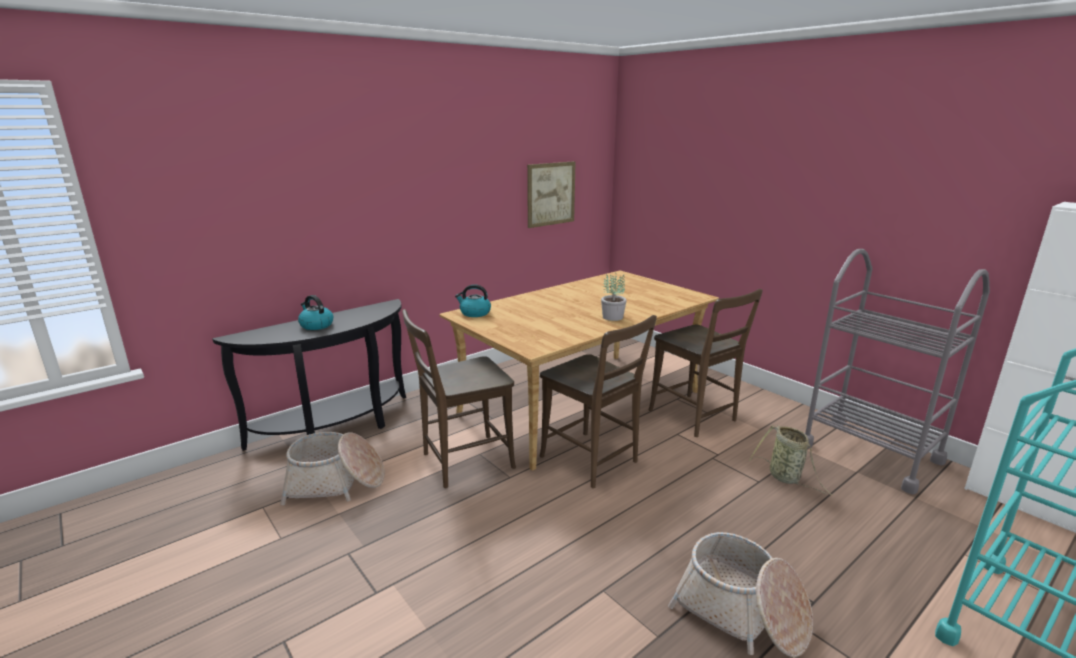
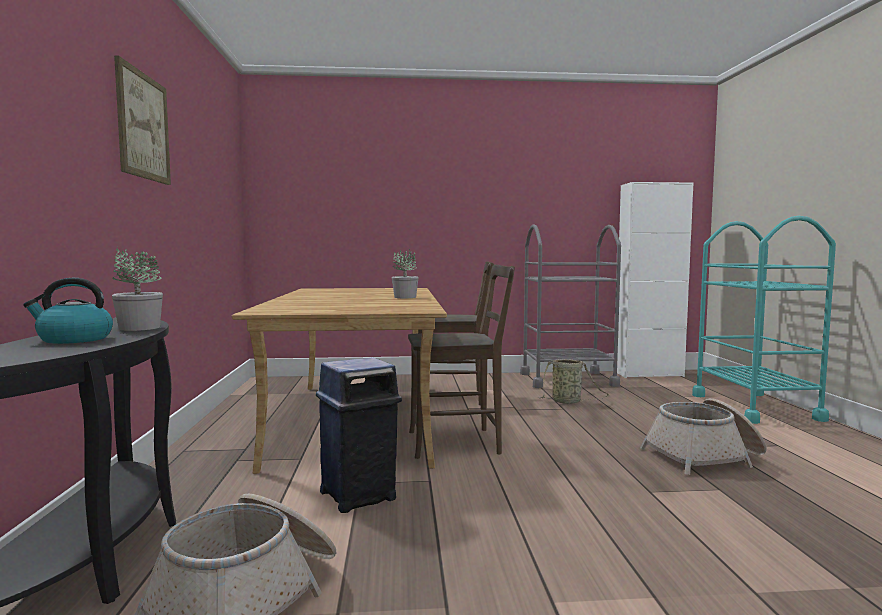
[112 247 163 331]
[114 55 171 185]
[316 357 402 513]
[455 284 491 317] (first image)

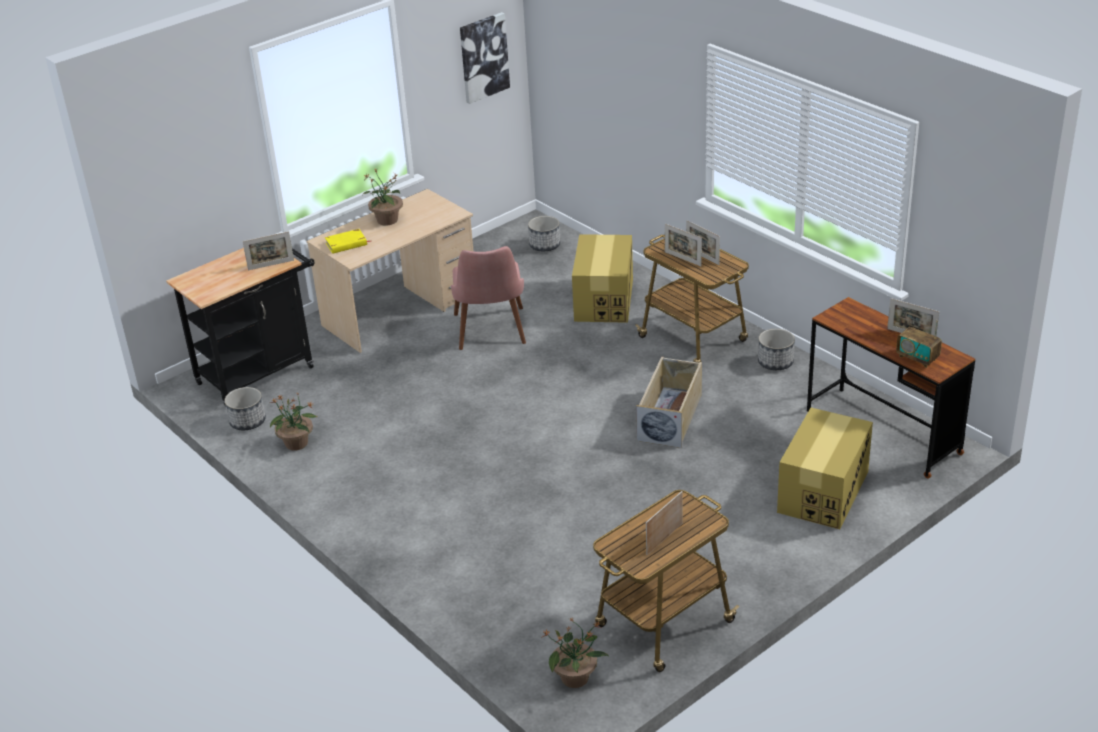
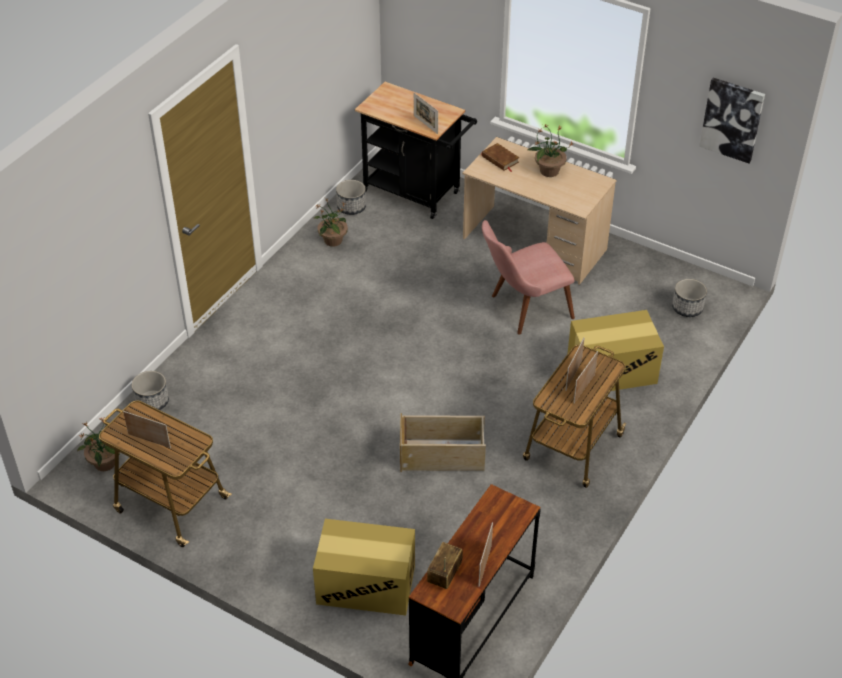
[132 371 169 410]
[482 143 519 172]

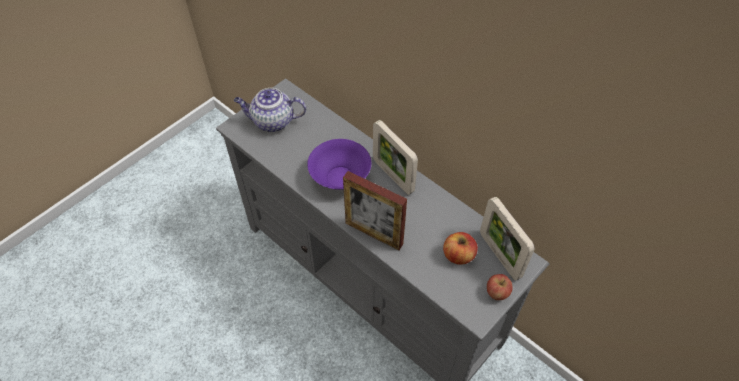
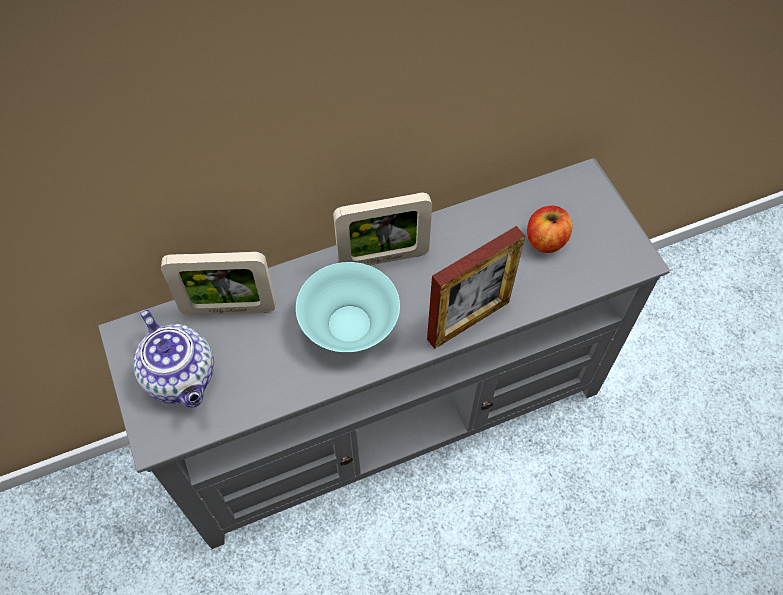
[134 309 214 408]
[161 252 275 315]
[296 262 400 352]
[487 274 513 300] (first image)

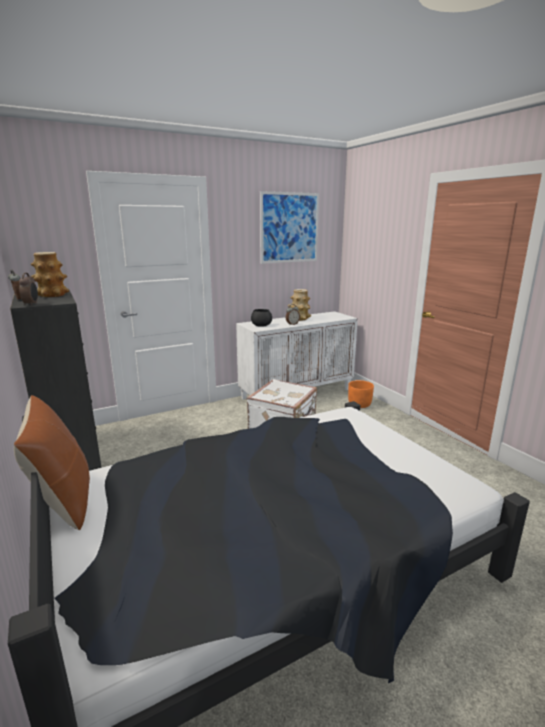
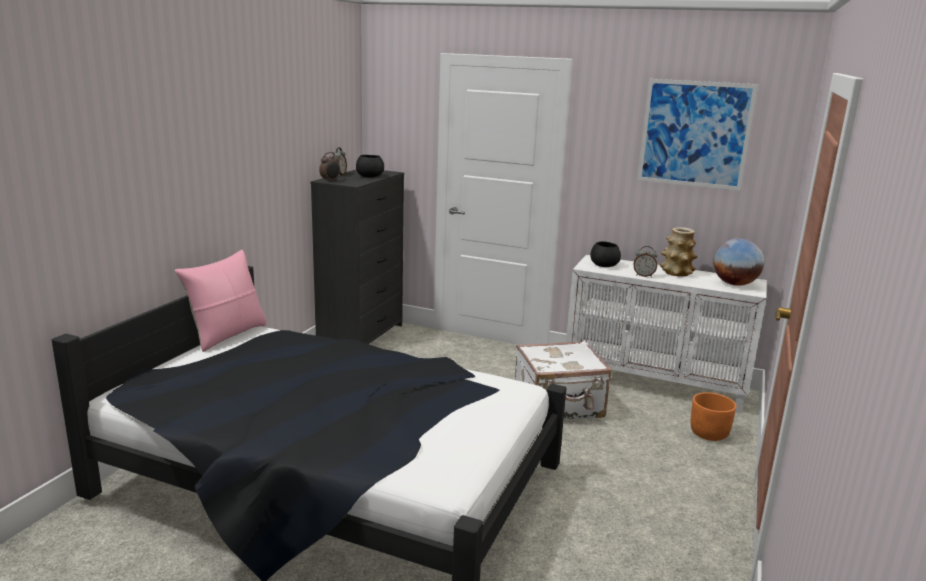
[175 250 267 352]
[356 155 384 178]
[713 238 764 286]

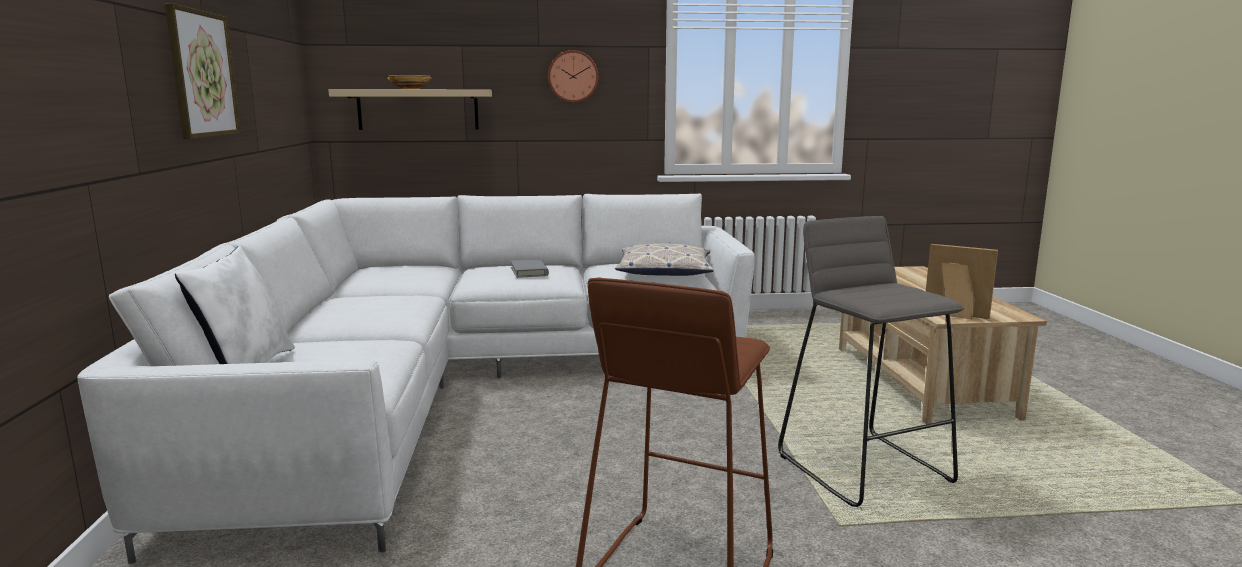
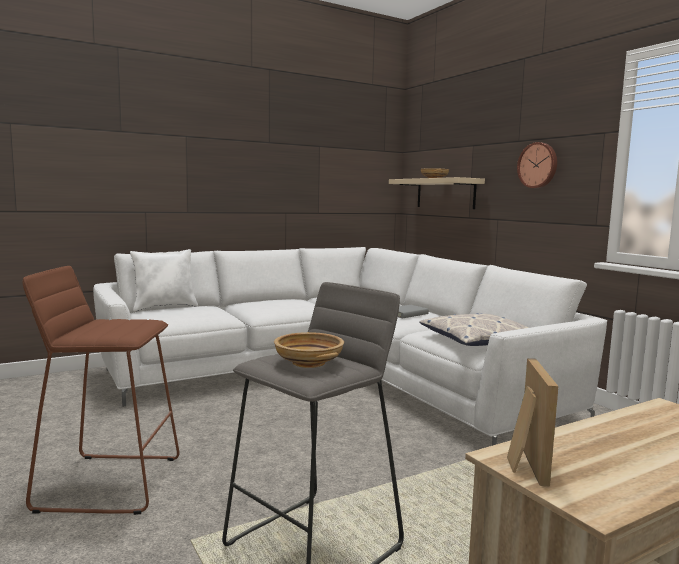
[274 332 344 368]
[165 3 241 139] (first image)

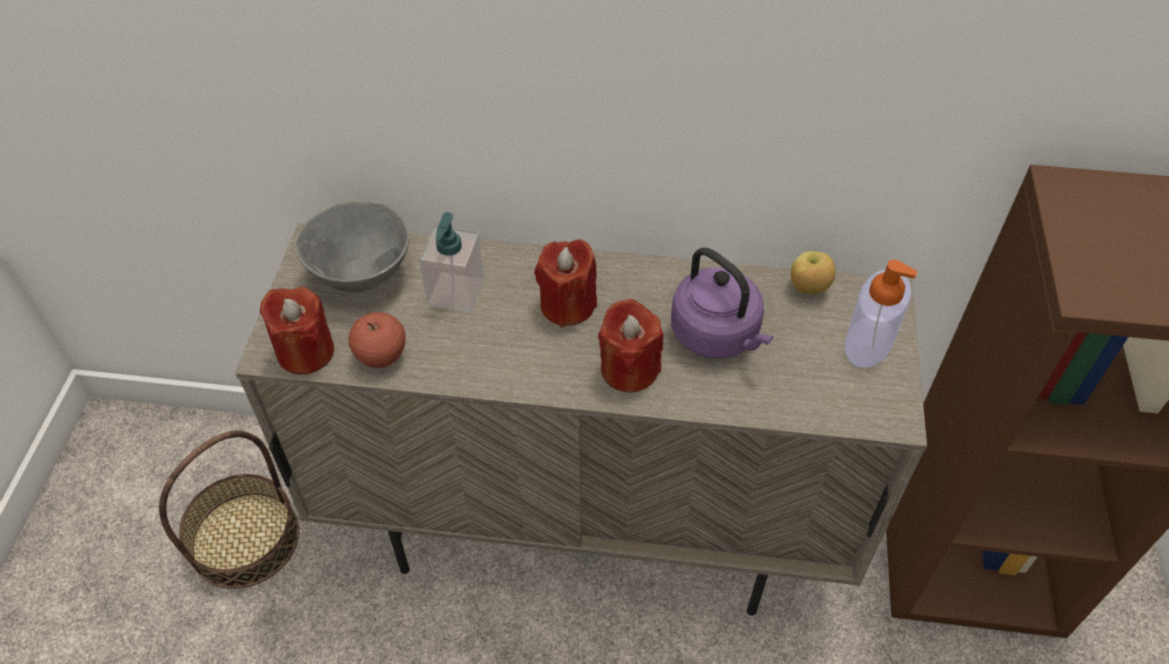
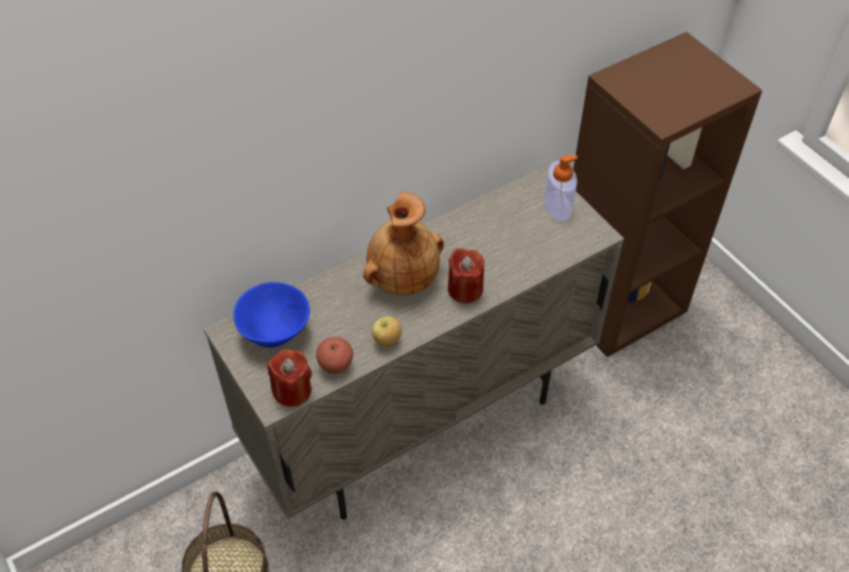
[233 282 310 348]
[363 192 444 295]
[372 316 402 347]
[419 212 484 313] (first image)
[671 247 773 359] (first image)

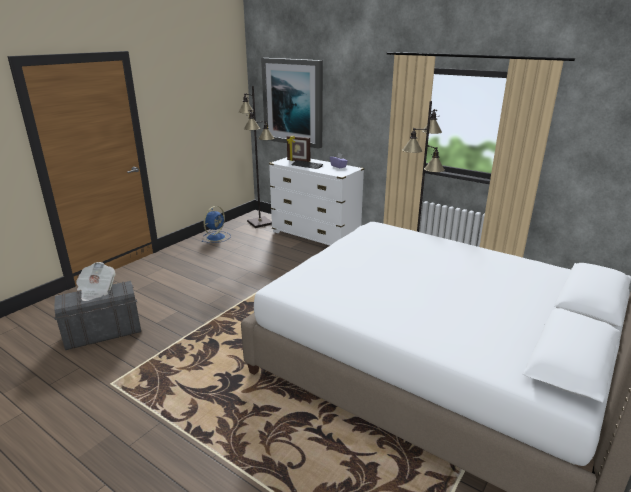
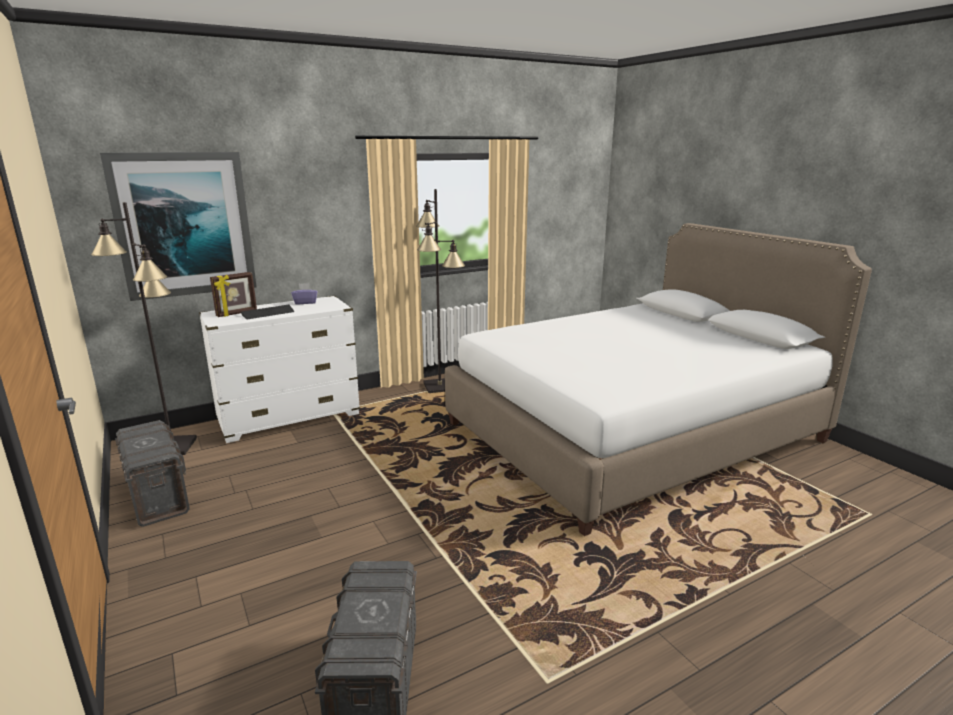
[115 420 190 527]
[76 262 116 301] (first image)

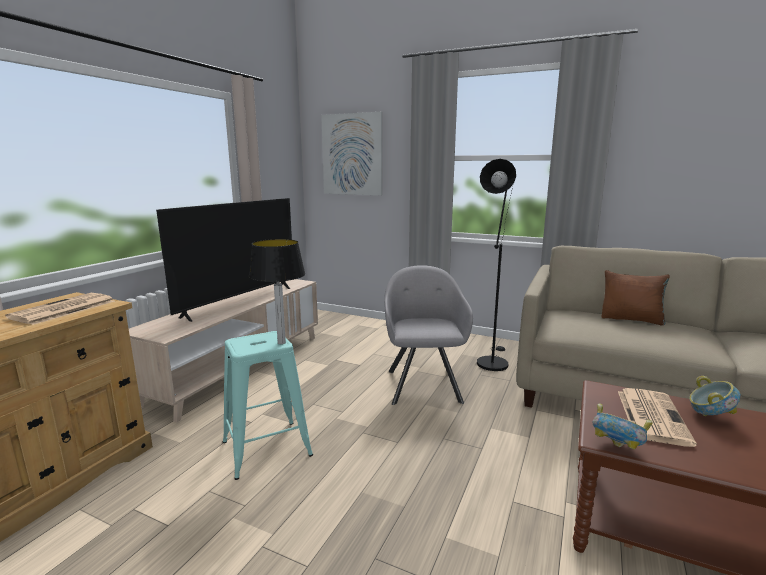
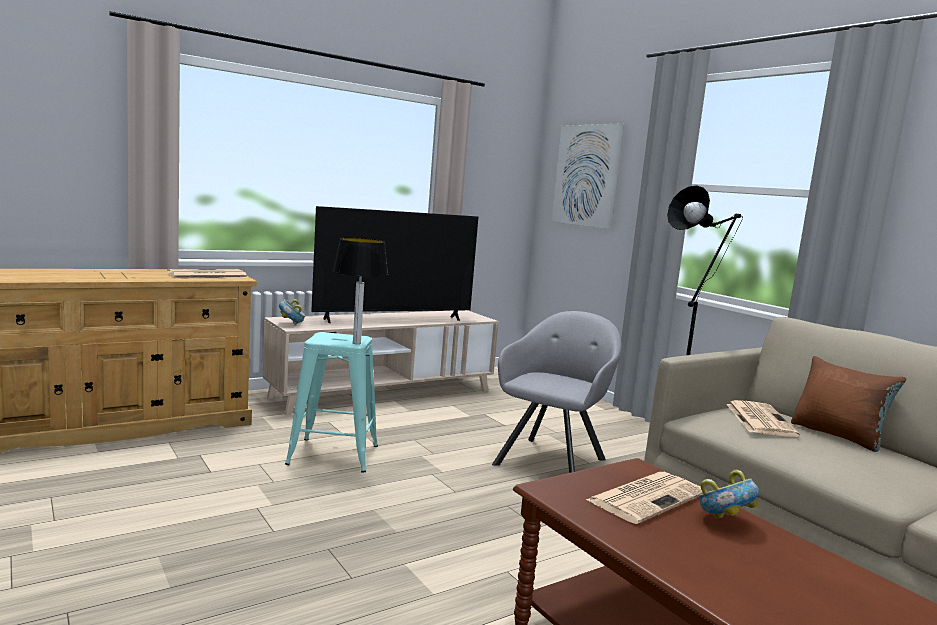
[279 299 305 325]
[726 400 800 437]

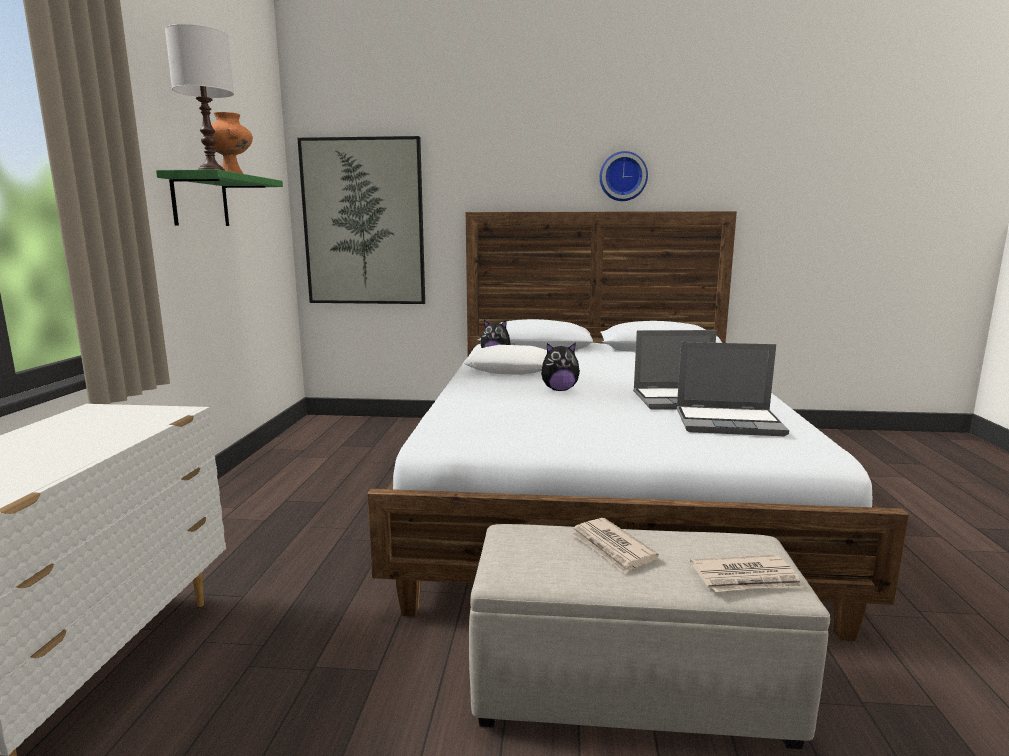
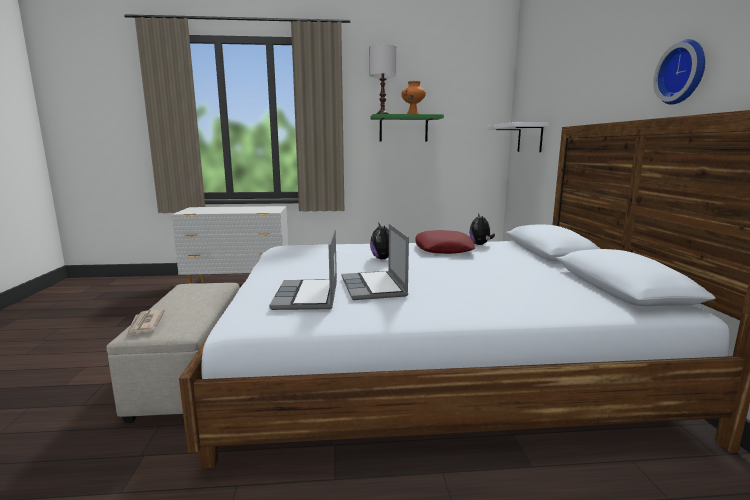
[416 230 475 254]
[487 122 549 152]
[570 518 659 574] (first image)

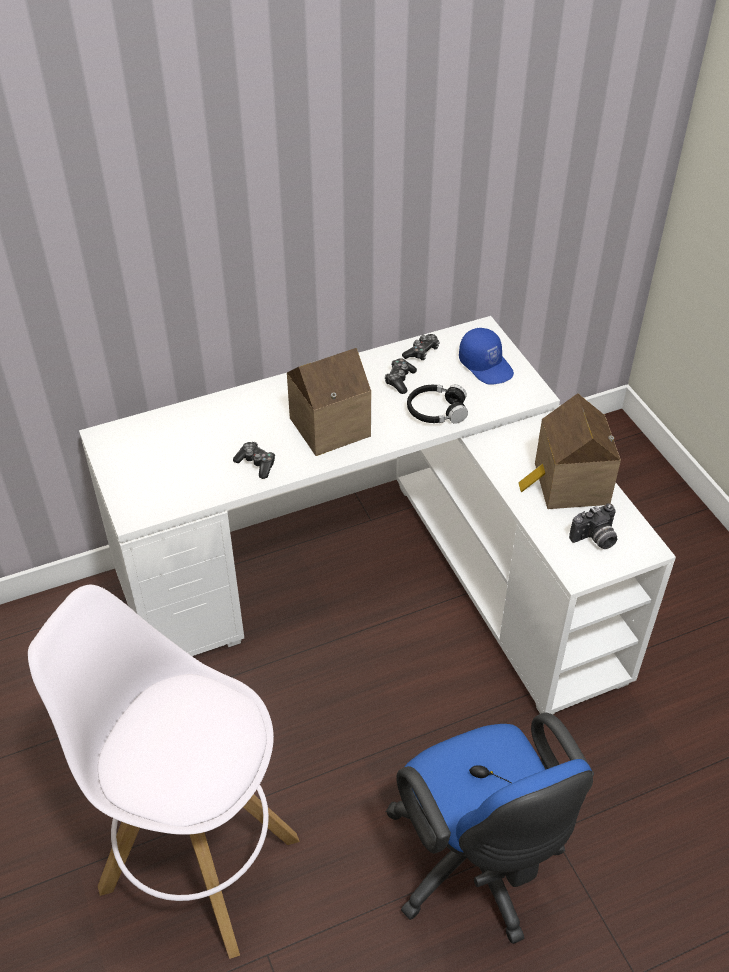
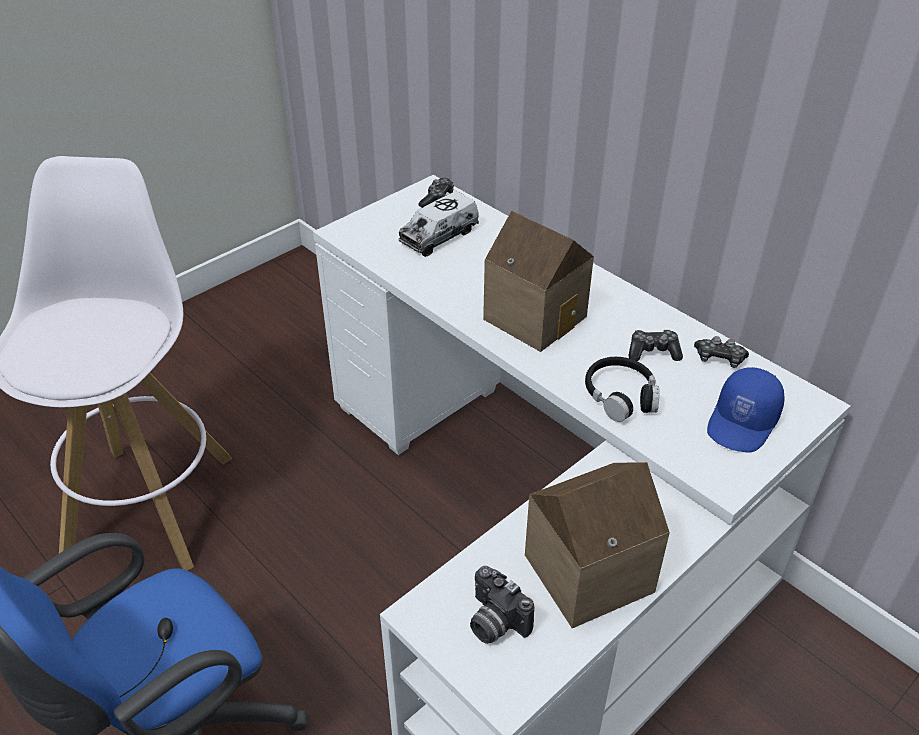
[398 191 479 257]
[418 178 454 208]

